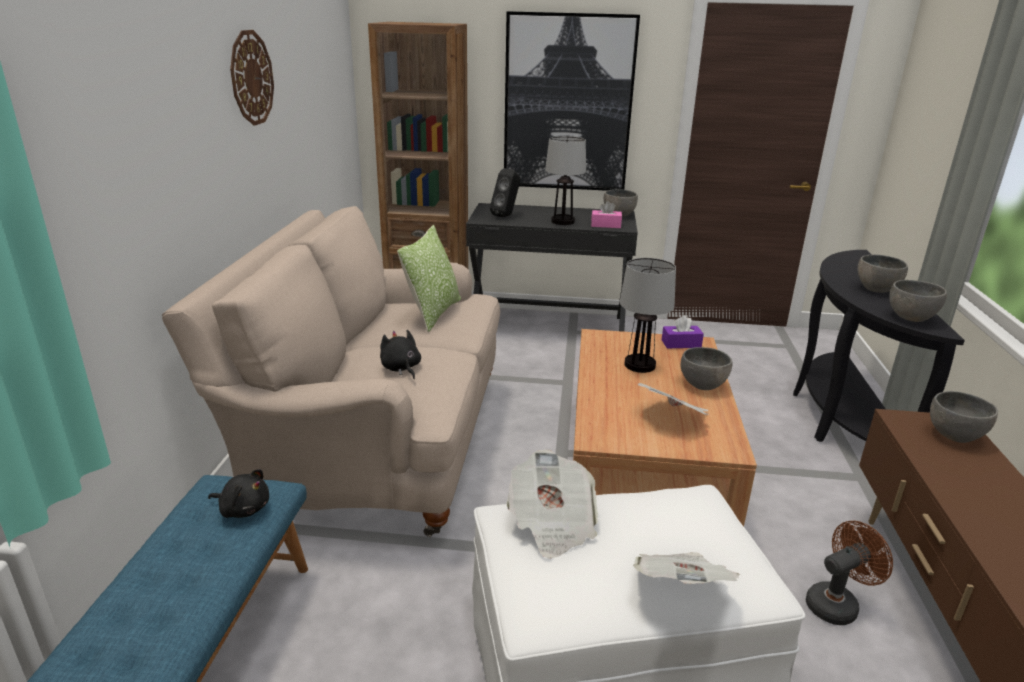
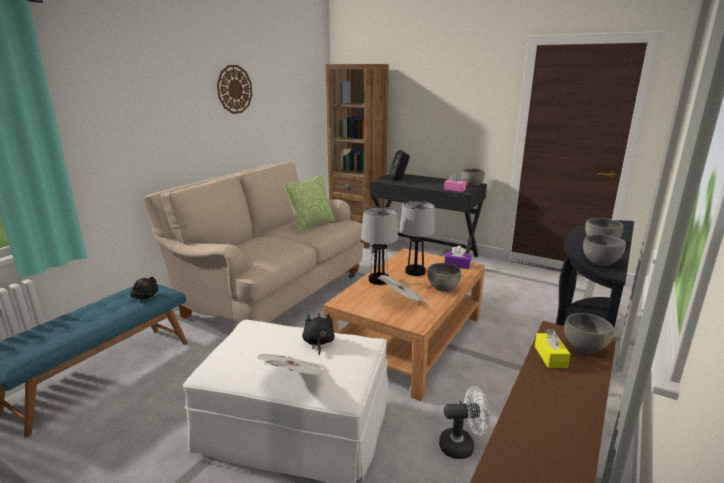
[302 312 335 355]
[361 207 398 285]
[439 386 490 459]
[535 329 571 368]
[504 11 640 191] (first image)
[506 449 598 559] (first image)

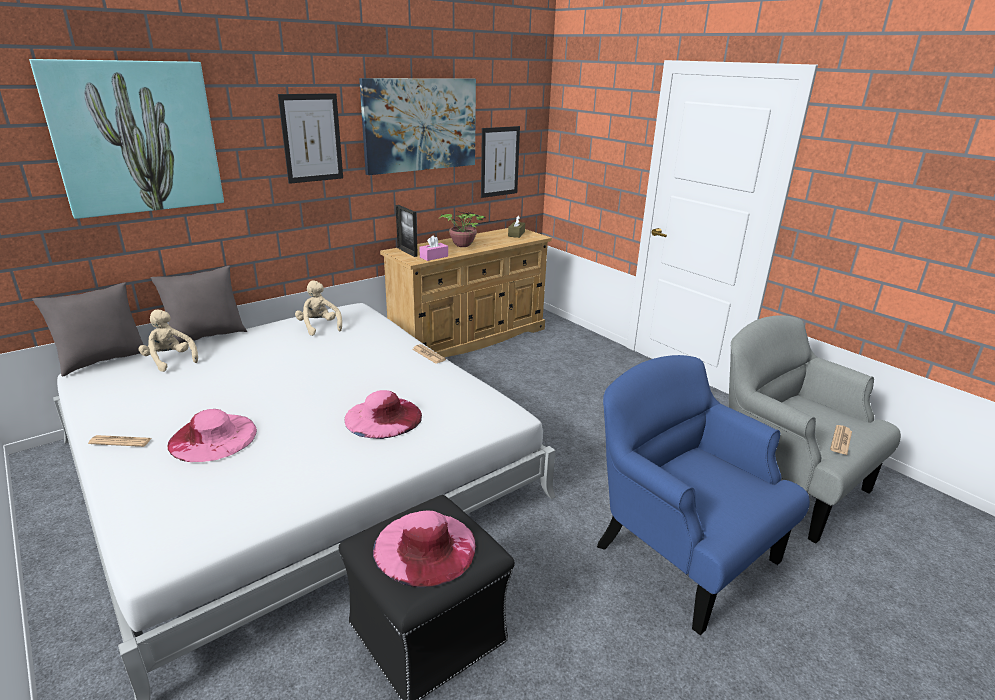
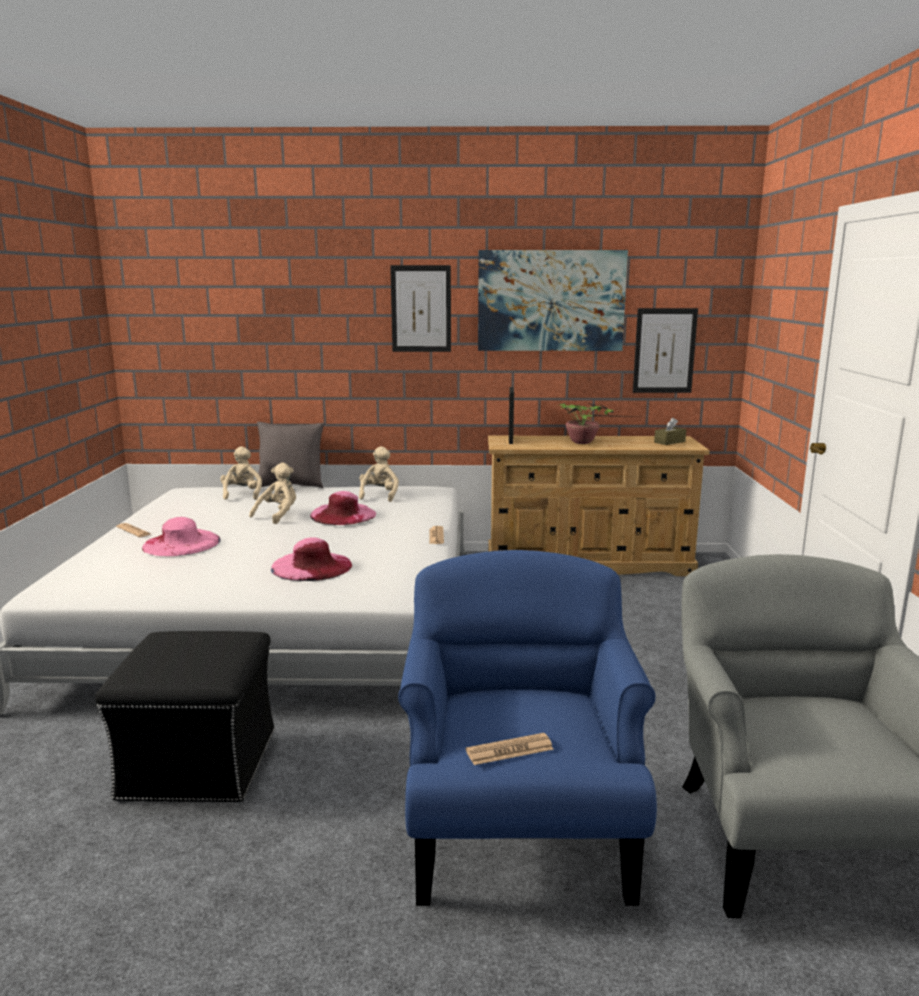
[249 463 296 524]
[310 491 376 525]
[466 733 554 765]
[29 59 224 219] (first image)
[32 282 144 377] (first image)
[419 235 448 261] (first image)

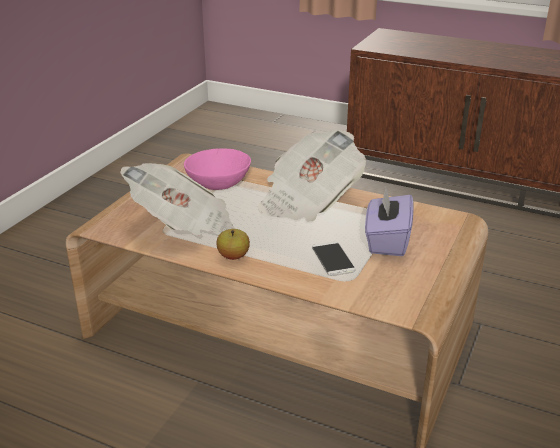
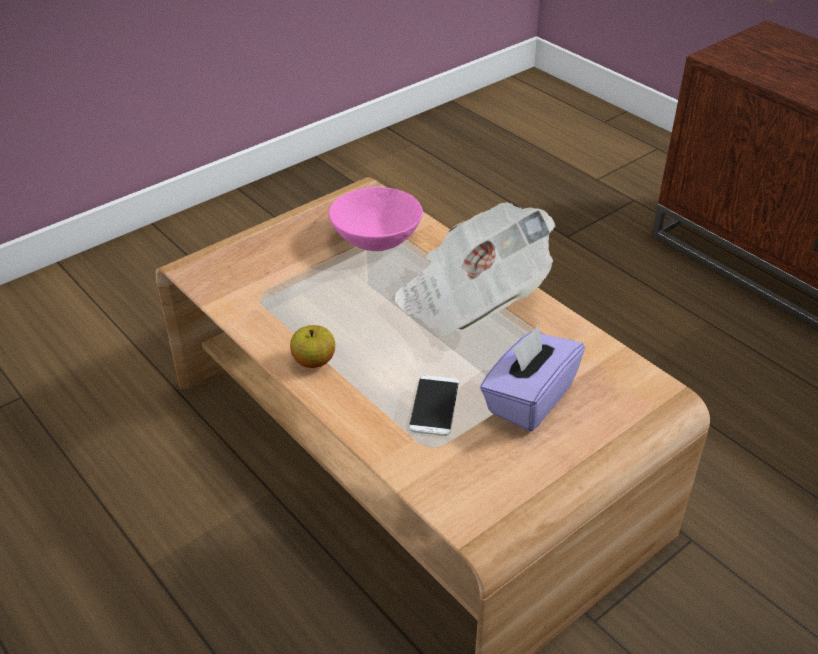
[120 163 235 236] (first image)

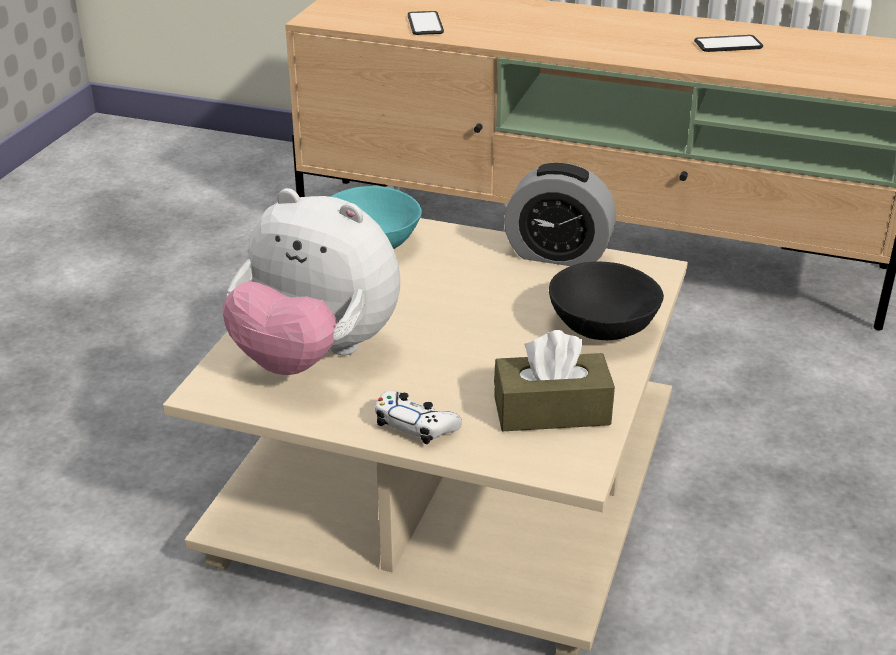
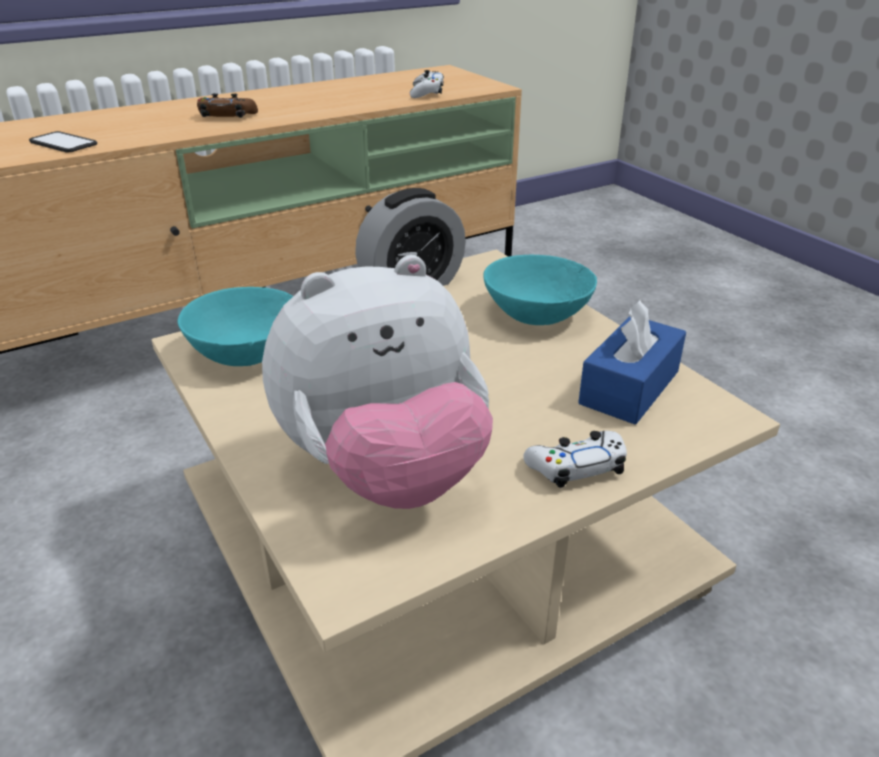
[197 93 258 118]
[410 70 444 98]
[483 255 597 325]
[578 299 686 424]
[694 35 763 52] (first image)

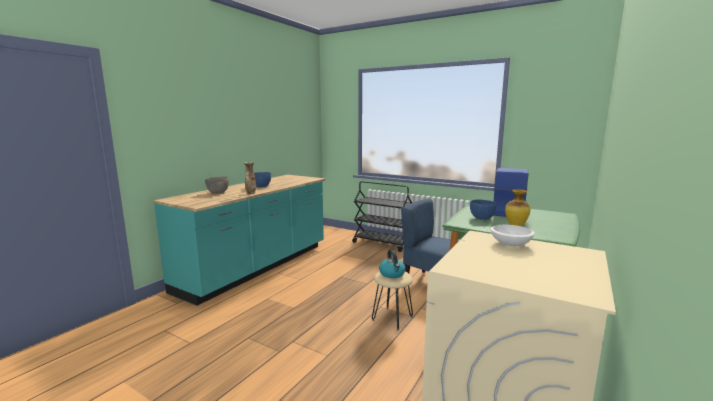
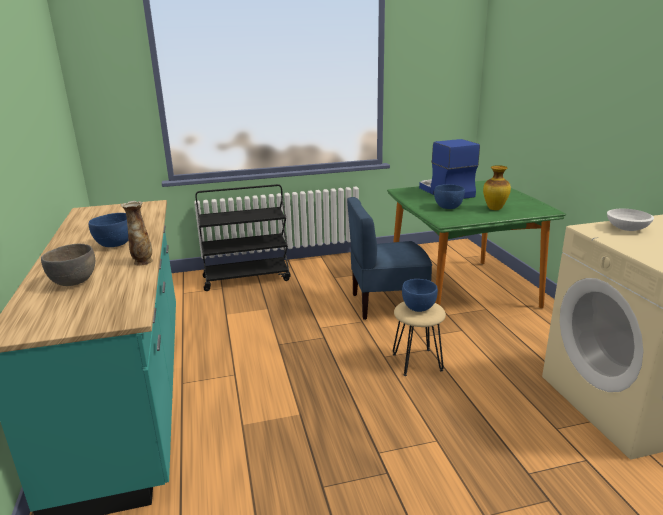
[402 279 438 312]

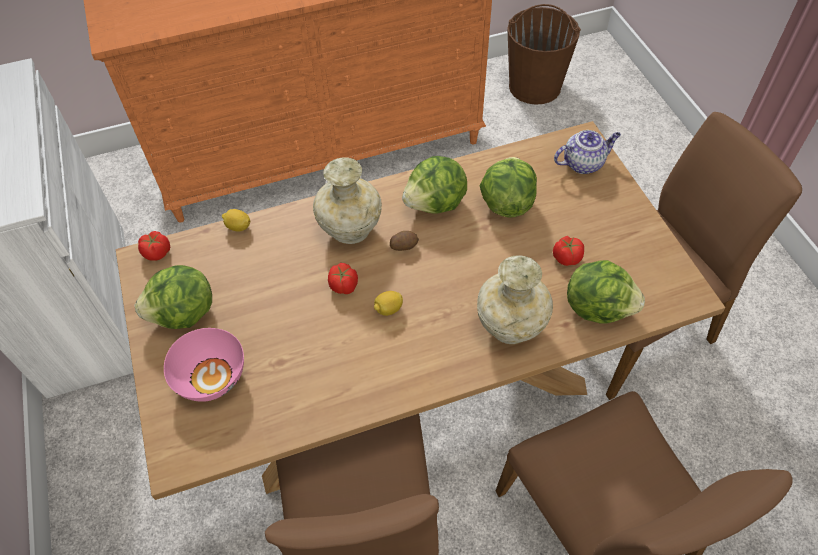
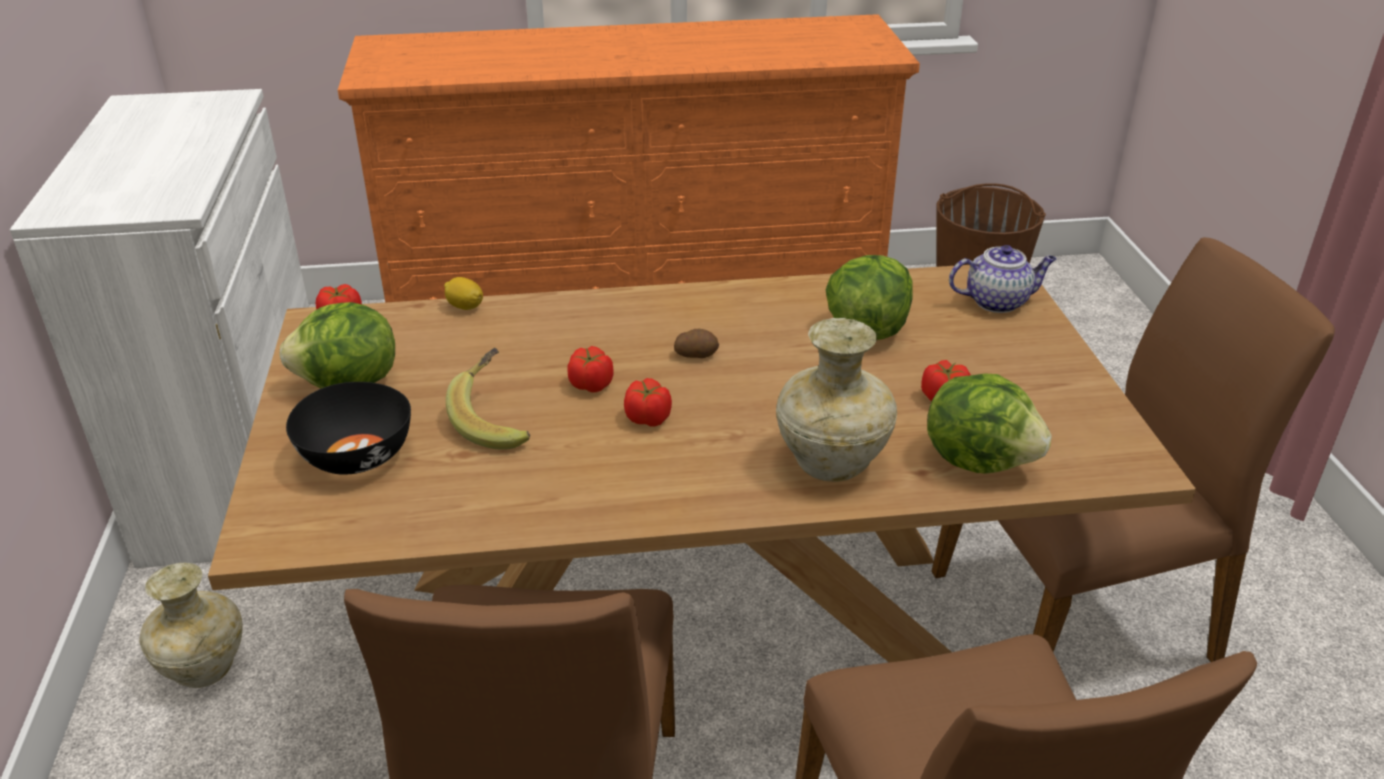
[139 563 243 688]
[286 382 411 475]
[446 348 530 450]
[624 378 672 426]
[402 156 467 214] (first image)

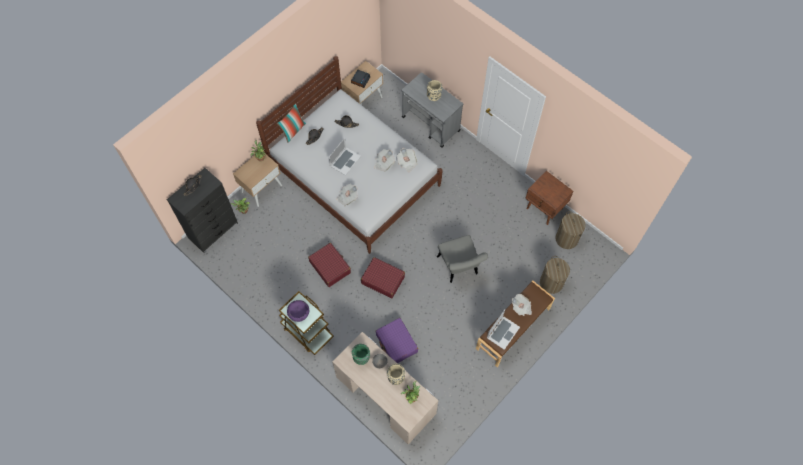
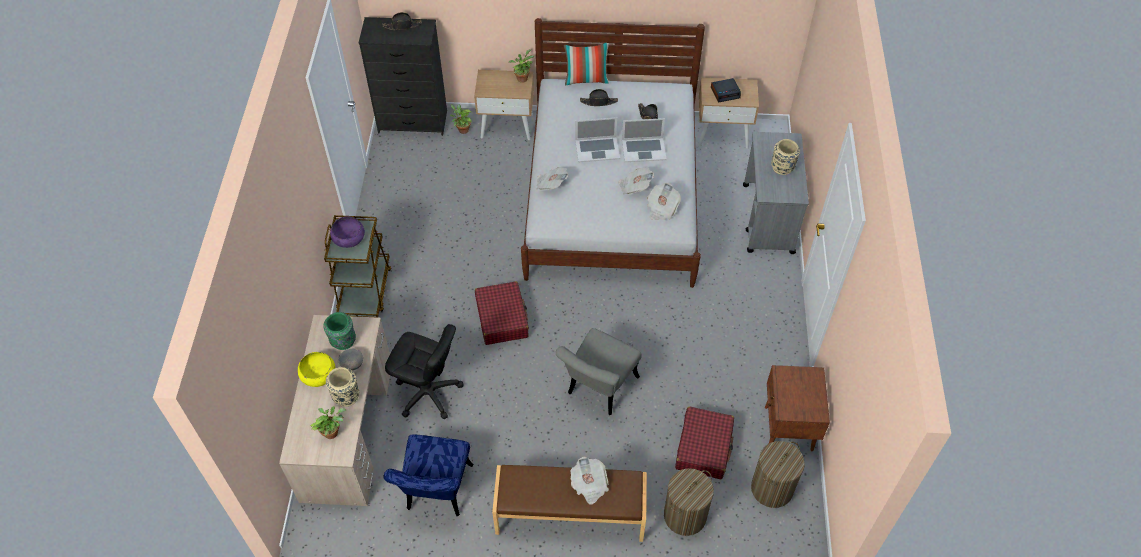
[298 352 335 387]
[384 435 474 516]
[385 324 464 419]
[622 118 667 162]
[675 406 734 479]

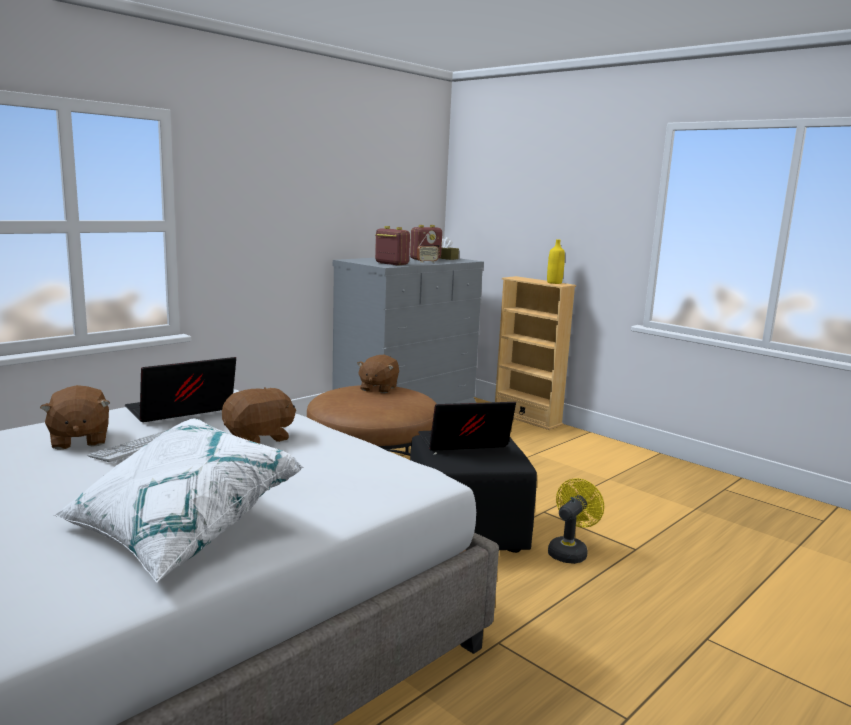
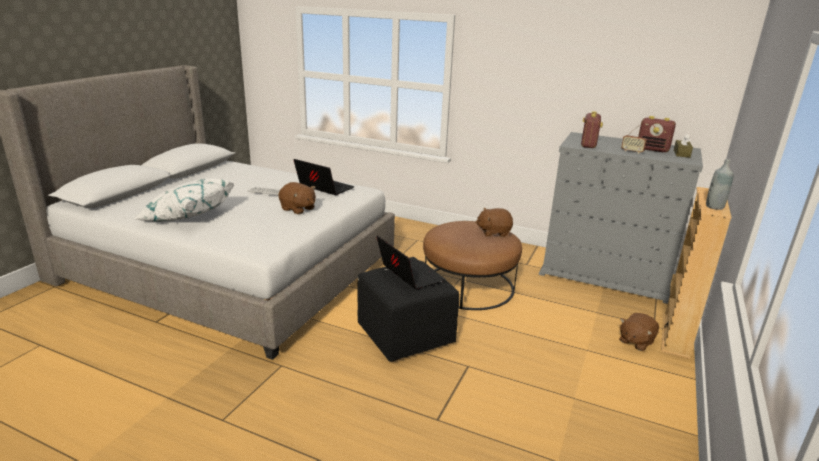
[619 313 659 351]
[706 159 733 210]
[548 478 604 564] (first image)

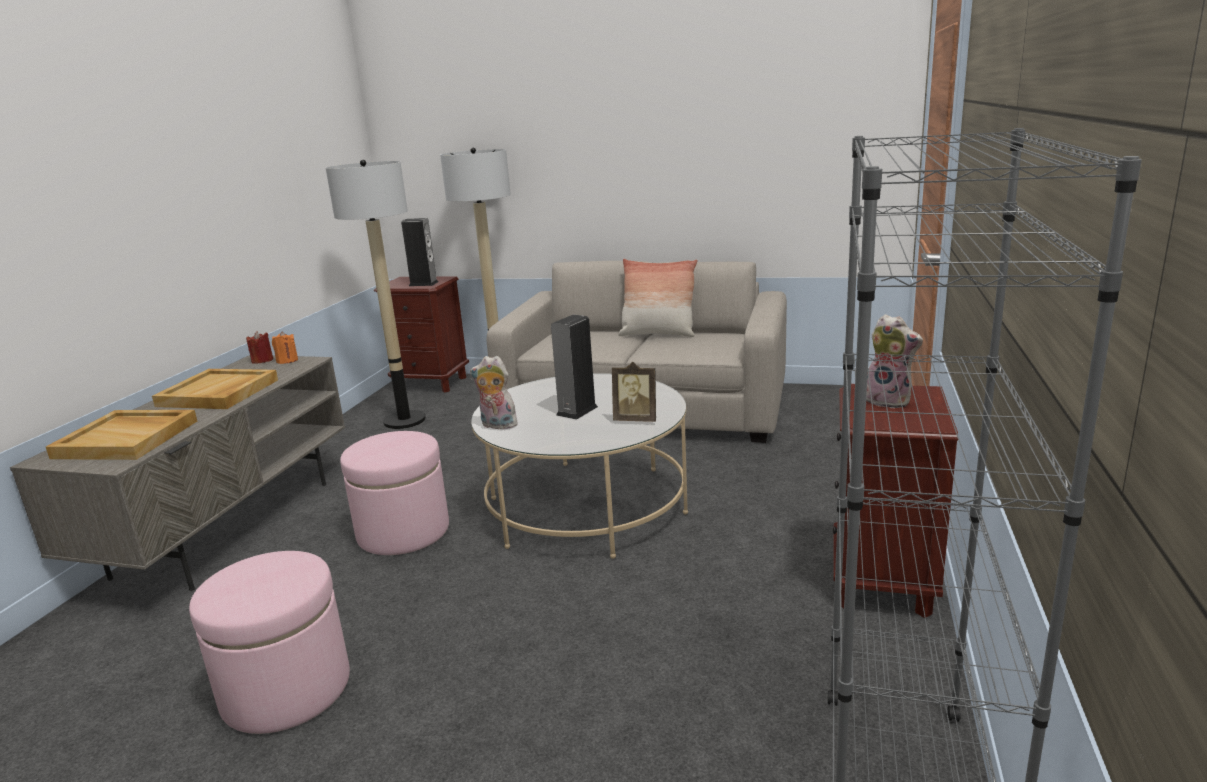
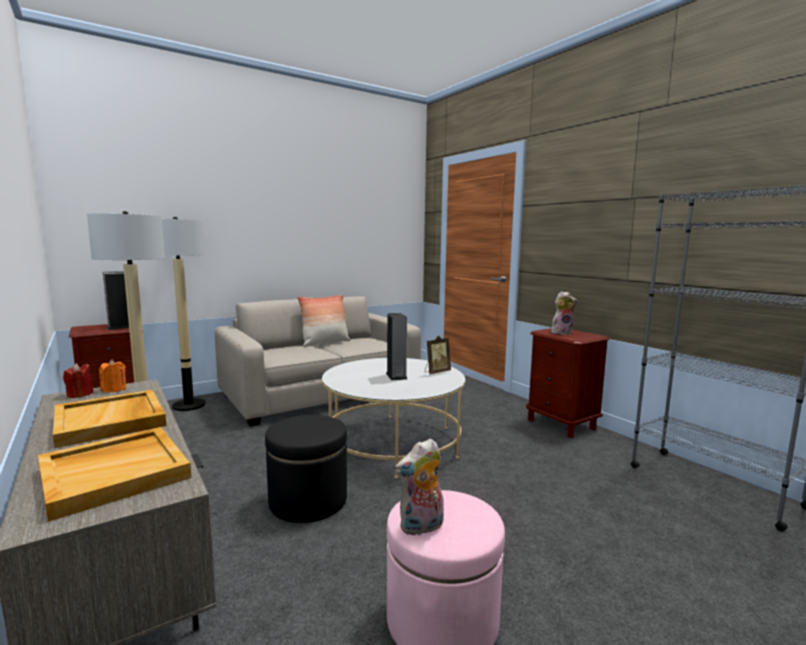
[265 415 347 523]
[395 438 444 536]

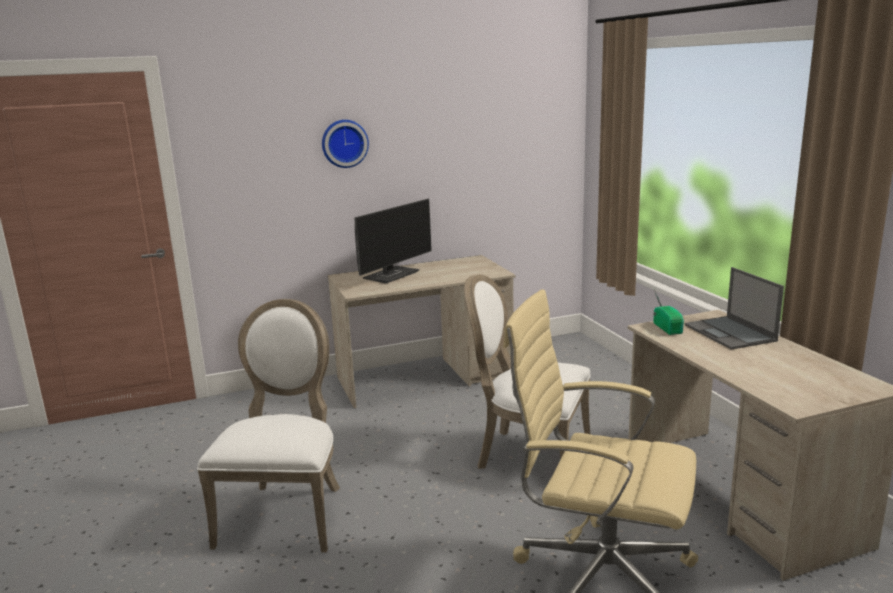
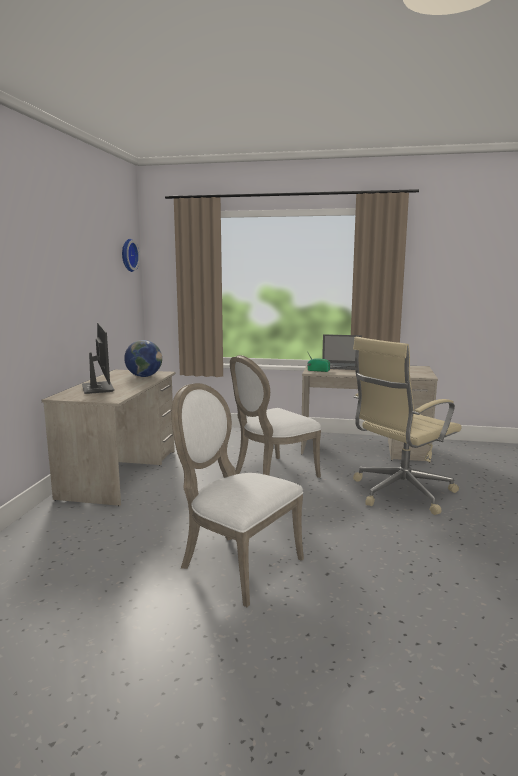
[122 239 140 272]
[124 340 162 377]

